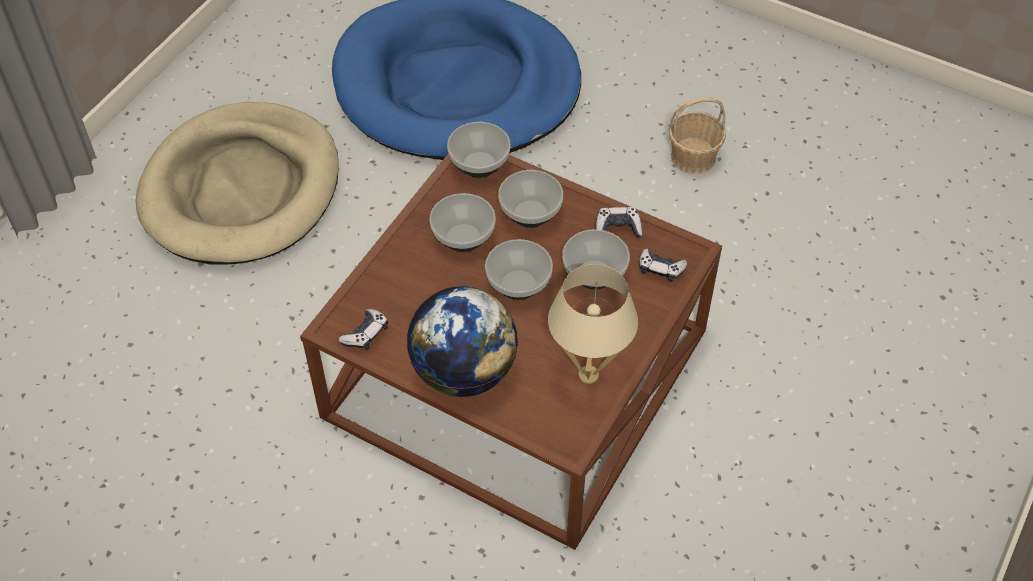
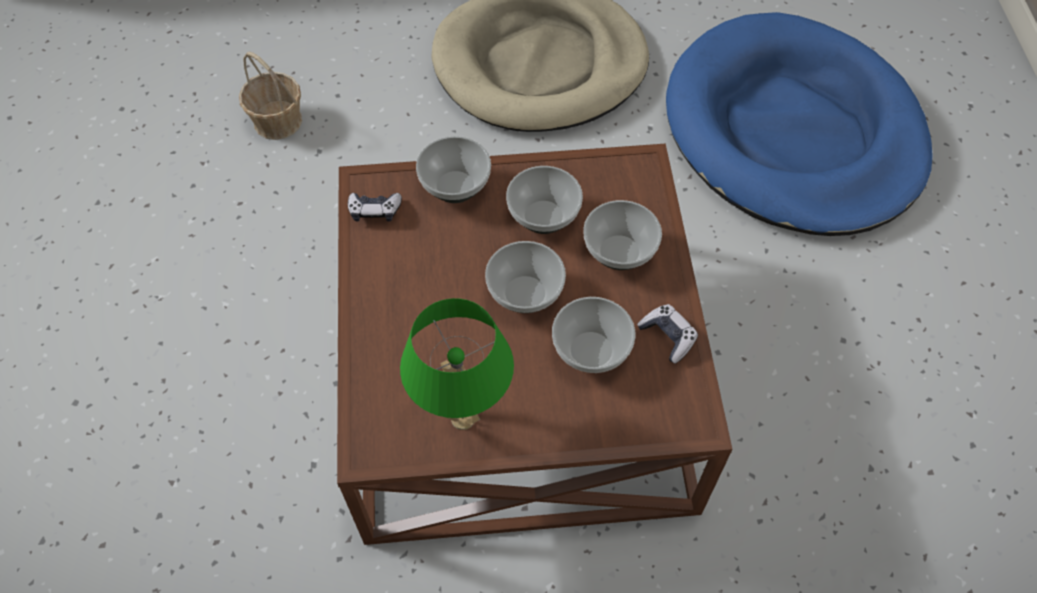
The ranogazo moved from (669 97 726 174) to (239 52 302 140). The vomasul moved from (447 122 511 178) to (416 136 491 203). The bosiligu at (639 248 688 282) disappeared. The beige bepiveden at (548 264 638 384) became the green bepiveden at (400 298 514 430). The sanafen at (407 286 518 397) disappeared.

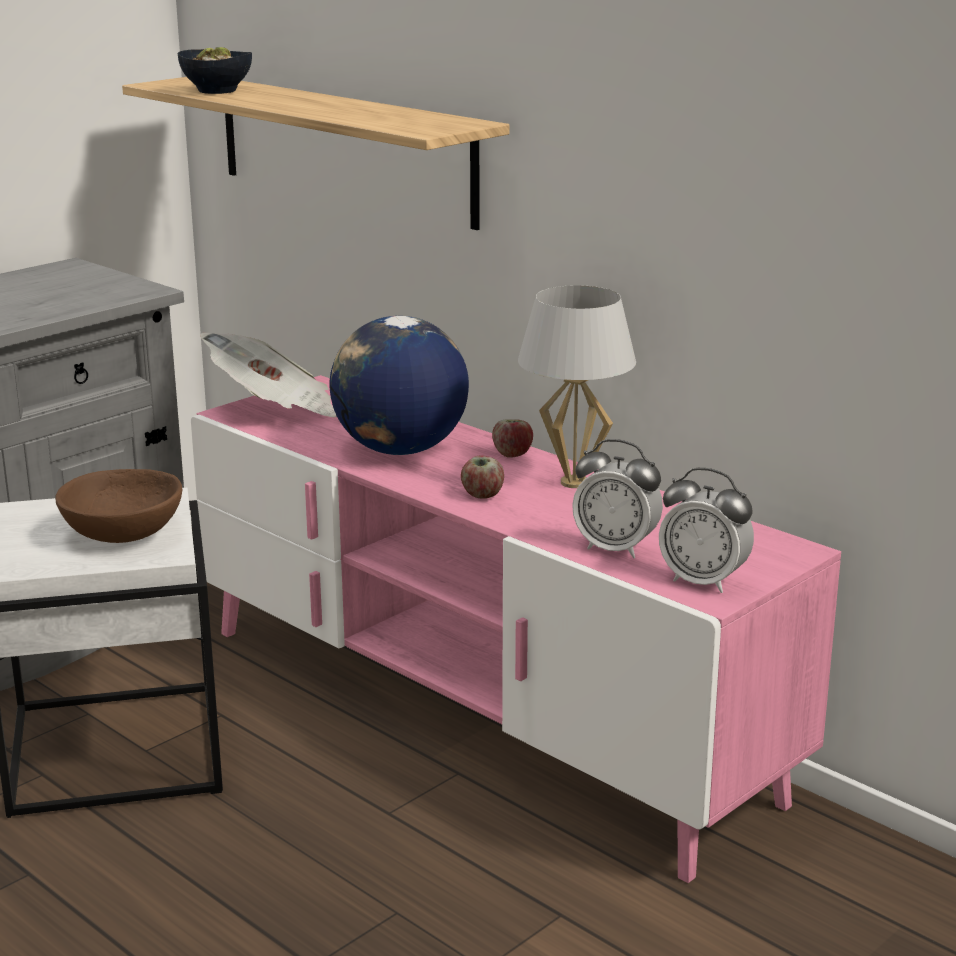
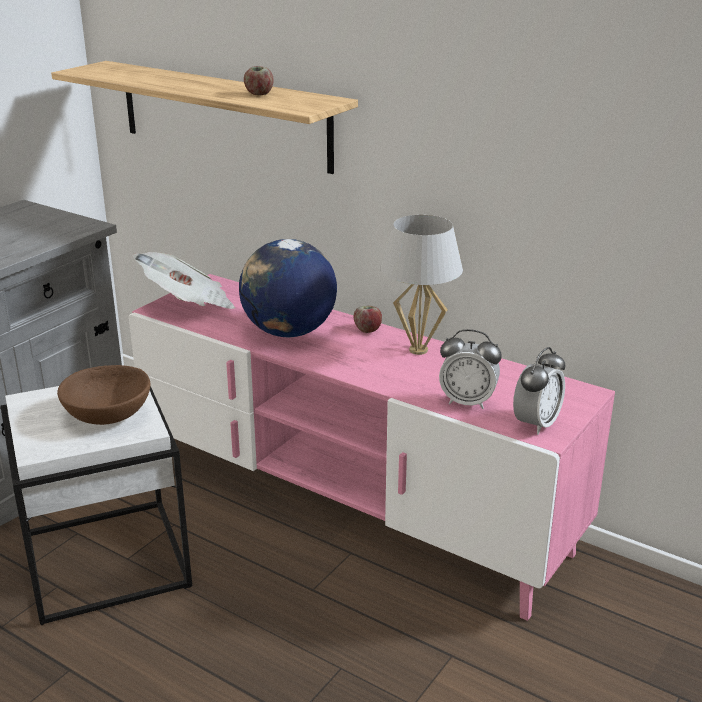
The vomasul at (178 47 252 94) disappeared. The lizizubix moved from (461 455 504 498) to (244 66 274 95). The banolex at (659 468 754 593) turned 75 degrees counterclockwise.

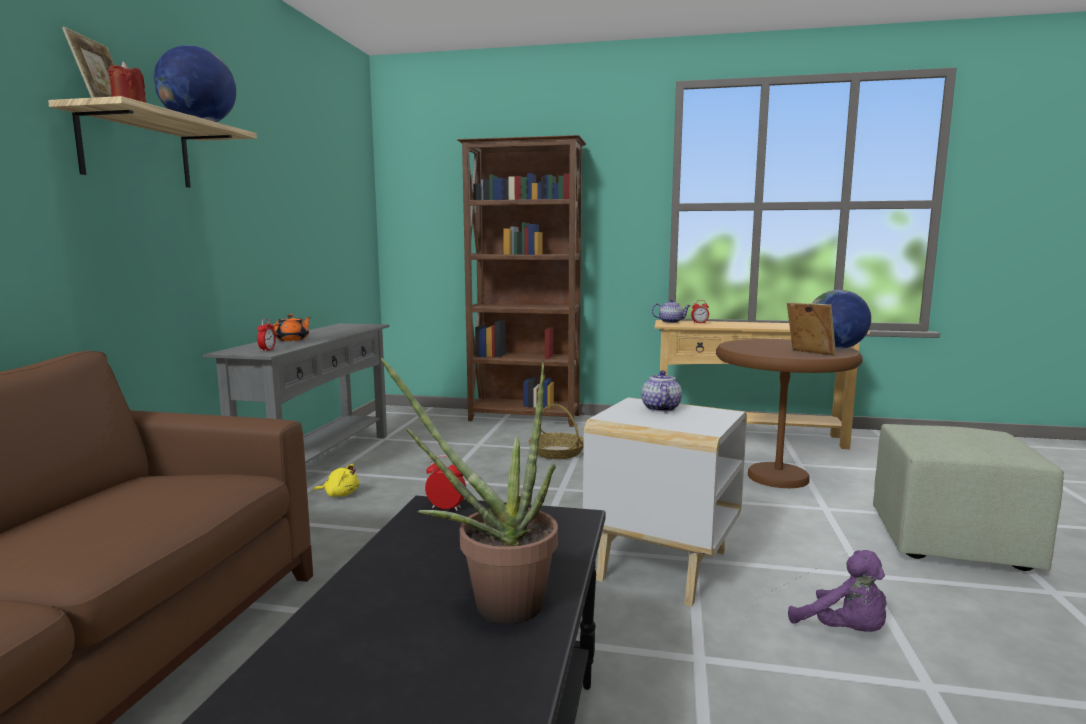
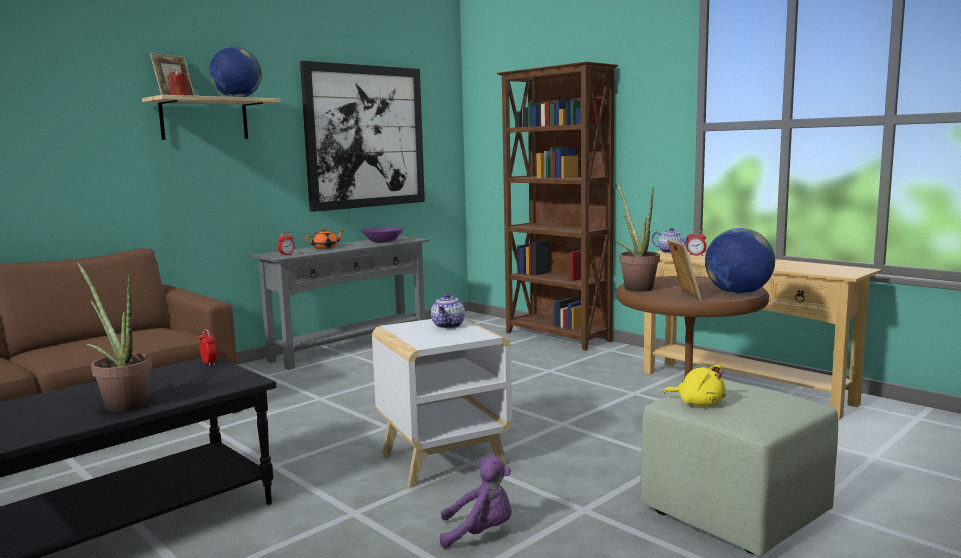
The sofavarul at (641 370 682 412) turned 150 degrees clockwise. The ranogazo at (528 404 584 459) disappeared. The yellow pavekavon moved from (313 464 359 497) to (664 364 726 406). The purple pavekavon at (788 550 886 632) turned 90 degrees counterclockwise. The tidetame at (300 61 425 212) appeared. The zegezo at (616 182 660 292) appeared. The purple vomasul at (361 227 403 243) appeared.

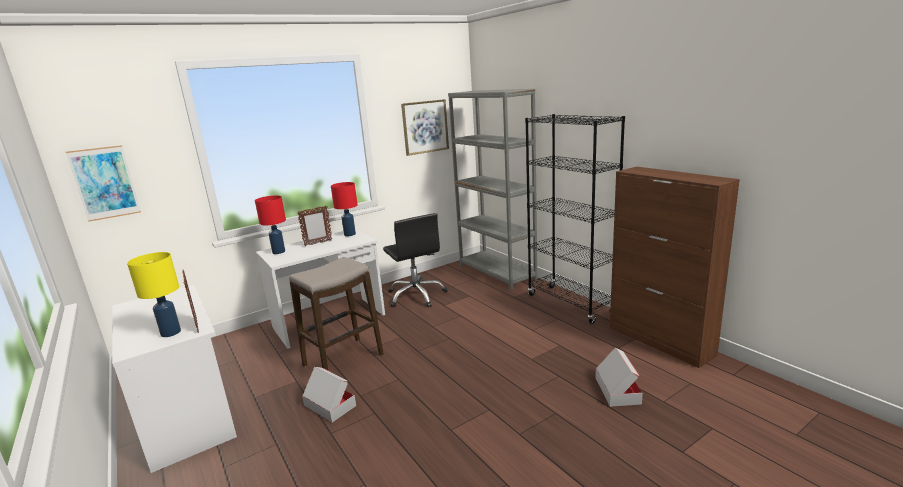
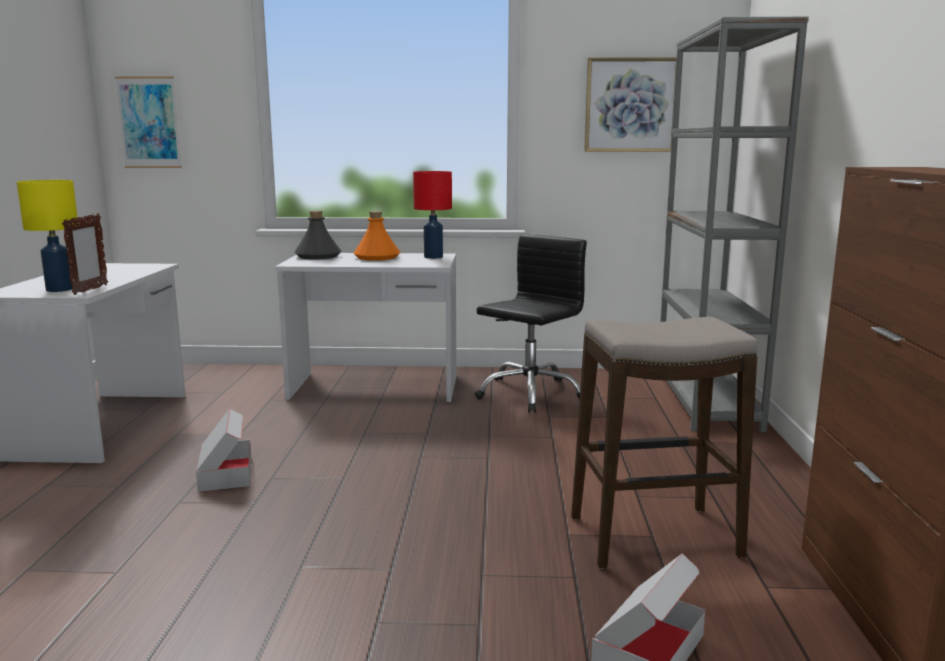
The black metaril at (525 114 625 324) disappeared. The red bepiveden at (255 195 286 254) was replaced by the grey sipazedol at (294 211 341 260). The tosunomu at (297 205 332 246) was replaced by the orange sipazedol at (353 211 400 261). The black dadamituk at (383 213 448 307) turned 150 degrees counterclockwise. The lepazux moved from (289 257 384 370) to (571 317 758 569).

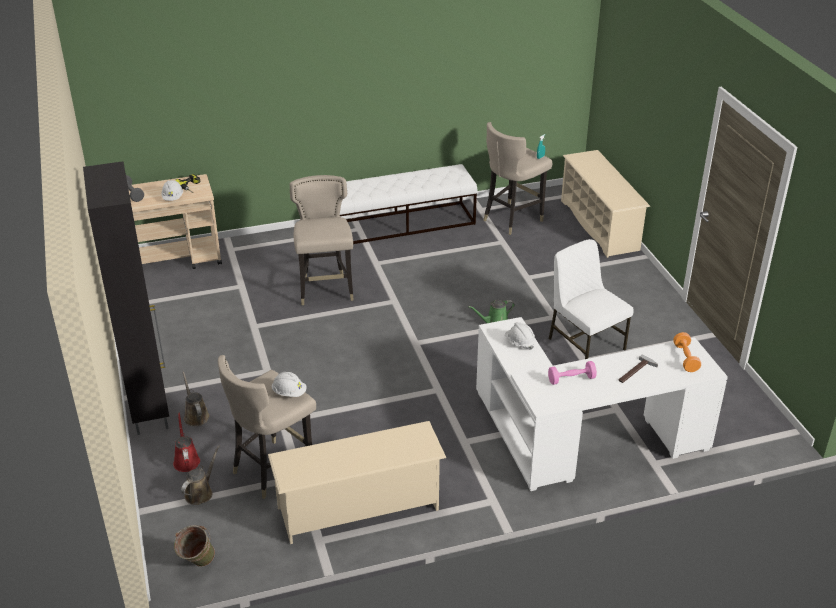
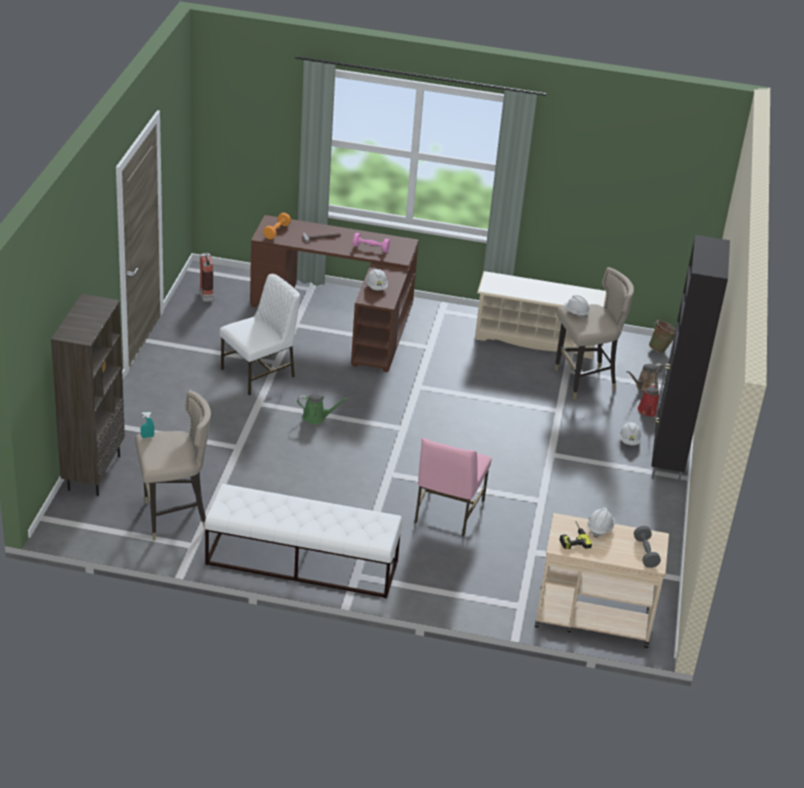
The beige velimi at (561 150 650 258) was replaced by the brown metaril at (51 294 125 496). The beige lepazux at (290 175 354 305) was replaced by the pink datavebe at (414 438 491 537). The white datavebe at (549 239 634 359) turned 120 degrees counterclockwise. The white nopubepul at (476 317 728 491) became the brown nopubepul at (250 215 419 372). The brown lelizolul at (182 372 209 426) was replaced by the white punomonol at (619 422 641 445). The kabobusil at (199 252 214 302) appeared.

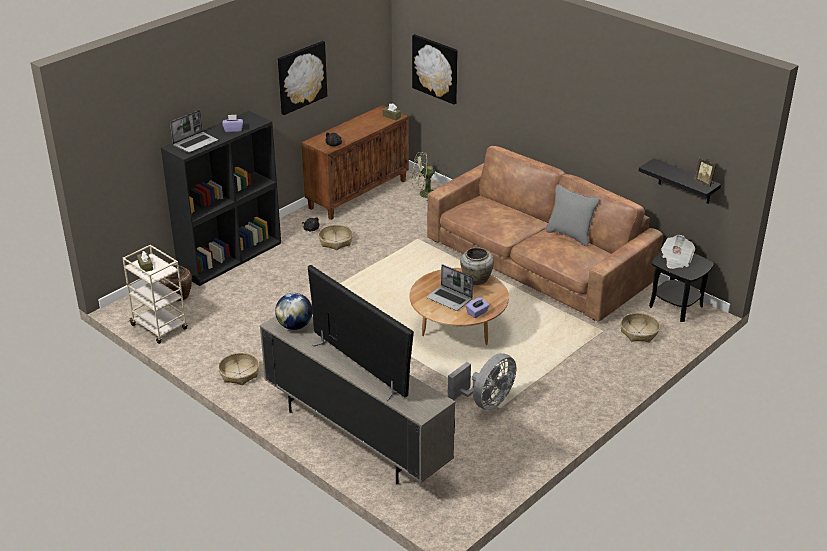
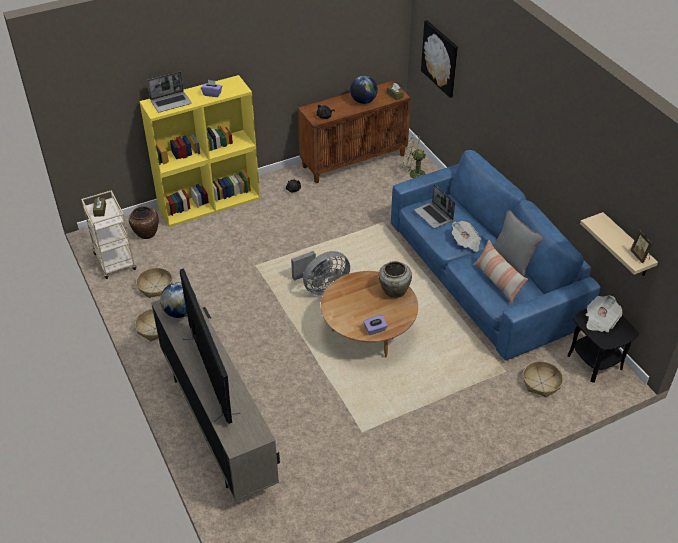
The tidetame at (278 41 327 115) disappeared. The black metaril at (161 111 281 286) became the yellow metaril at (139 75 260 227). The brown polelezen at (427 146 663 322) became the blue polelezen at (391 150 600 361). The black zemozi at (639 158 721 204) became the beige zemozi at (580 212 658 276). The ranogazo moved from (318 225 353 250) to (136 268 172 298). The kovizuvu moved from (426 264 473 311) to (414 184 455 229). The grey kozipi moved from (448 353 516 410) to (291 251 350 295). The sanafen at (350 76 378 104) appeared. The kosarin at (452 221 481 252) appeared. The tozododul at (473 240 528 304) appeared.

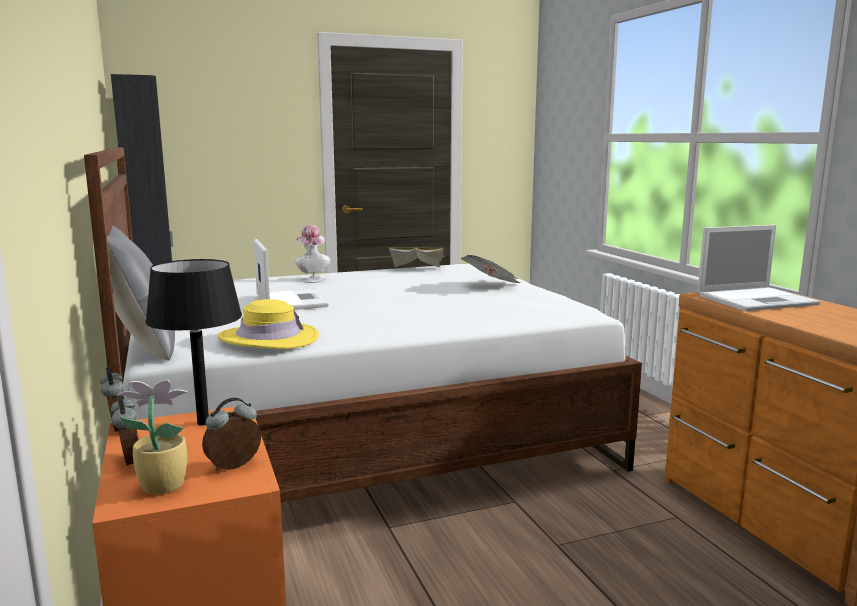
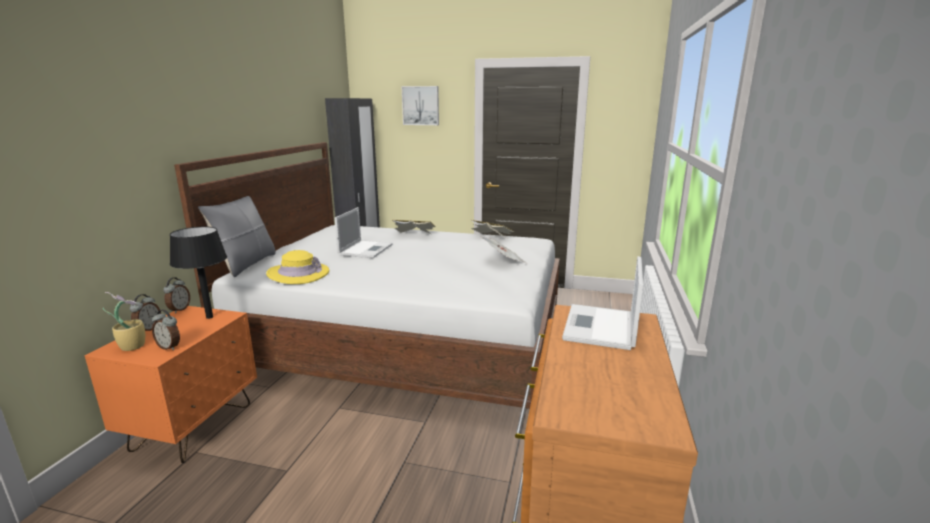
The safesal at (295 225 330 283) was replaced by the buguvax at (393 220 436 234). The kovizuvu at (698 225 820 311) turned 90 degrees clockwise. The banolex at (202 398 261 471) turned 150 degrees counterclockwise. The tidetame at (402 86 439 125) appeared.

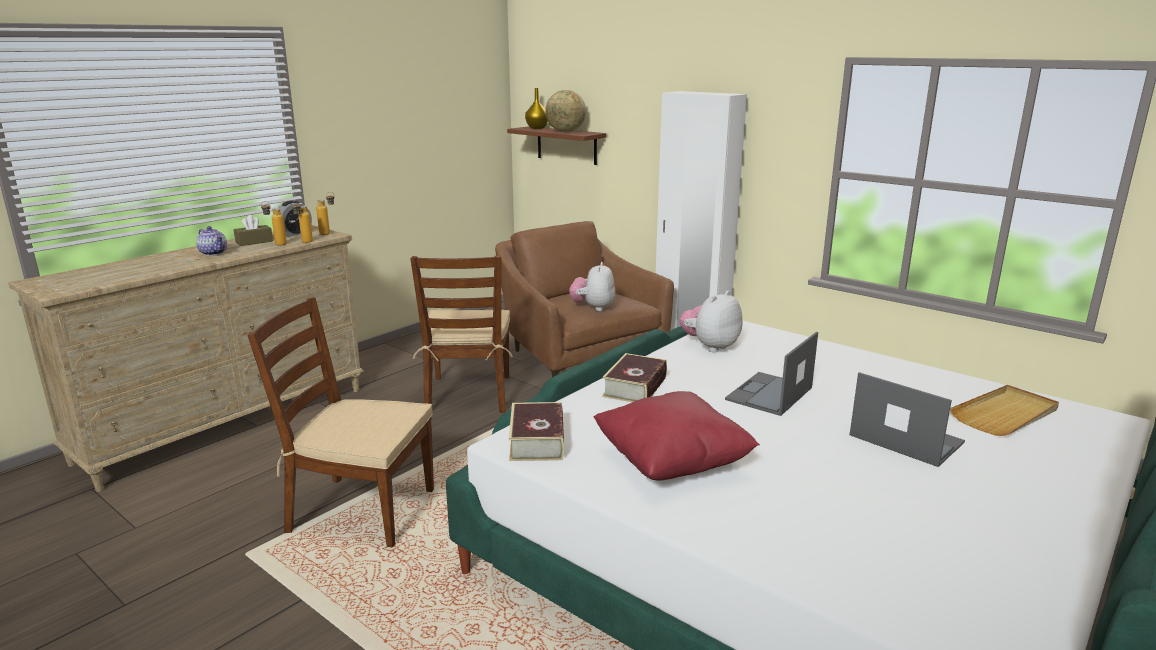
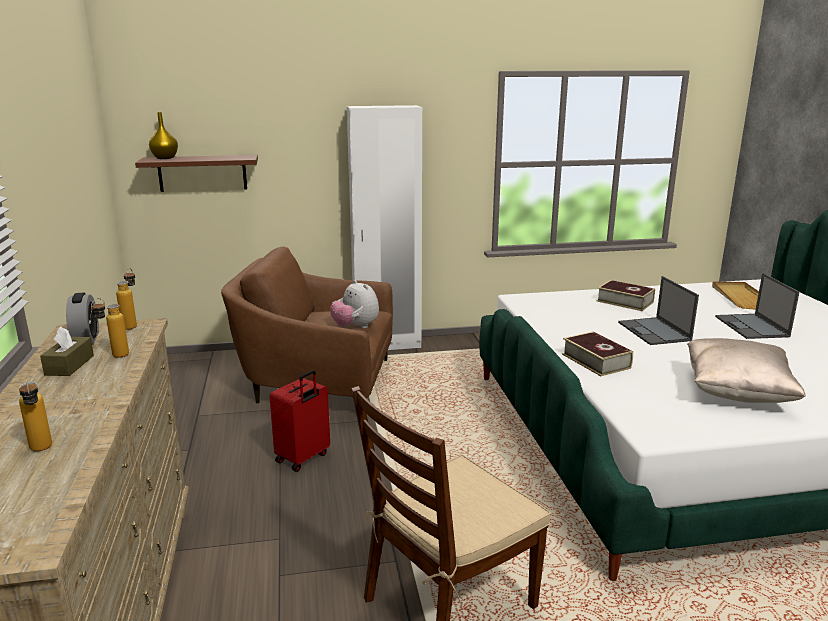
The sanafen at (545 90 586 132) disappeared. The sipazedol moved from (292 200 313 243) to (19 378 52 451). The sofavarul at (196 226 227 256) disappeared. The brown datavebe at (410 255 513 413) was replaced by the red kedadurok at (270 370 330 472). The pavekavon at (680 290 742 352) disappeared. The kovizuvu at (849 372 965 467) turned 90 degrees counterclockwise. The red tozododul at (593 391 760 481) became the beige tozododul at (687 338 806 403). The buguvax moved from (509 402 564 461) to (597 280 655 311).

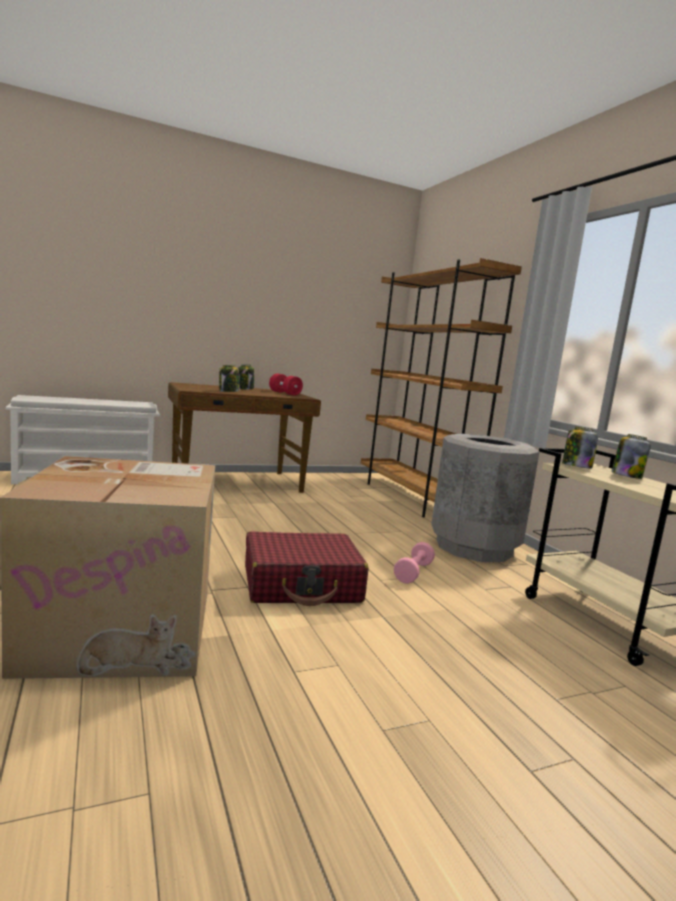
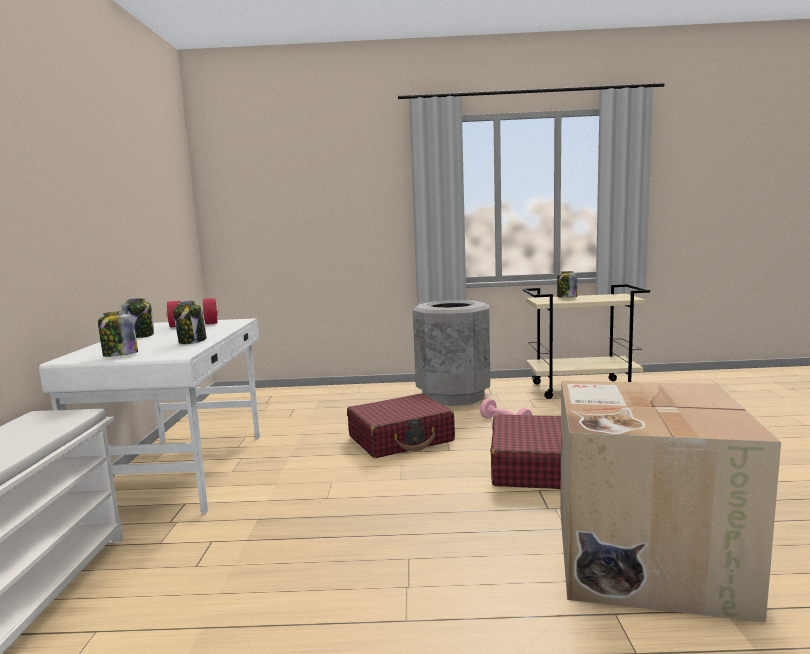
The brown metaril at (361 258 522 517) disappeared. The brown nopubepul at (168 382 321 493) became the white nopubepul at (39 318 260 515). The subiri moved from (562 426 598 469) to (98 311 138 357). The red kedadurok at (347 394 455 458) appeared.

